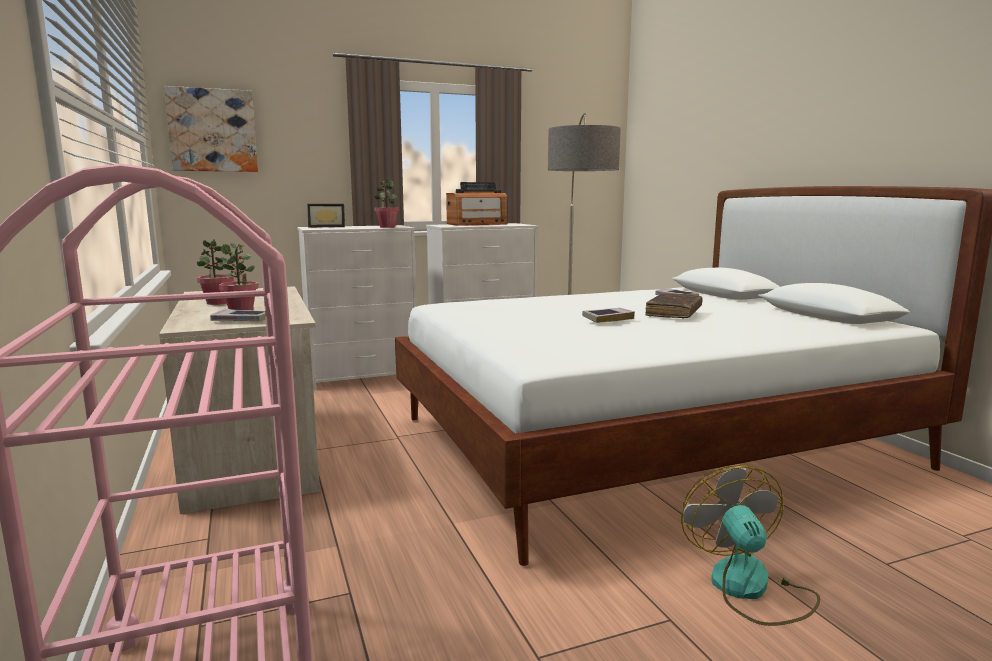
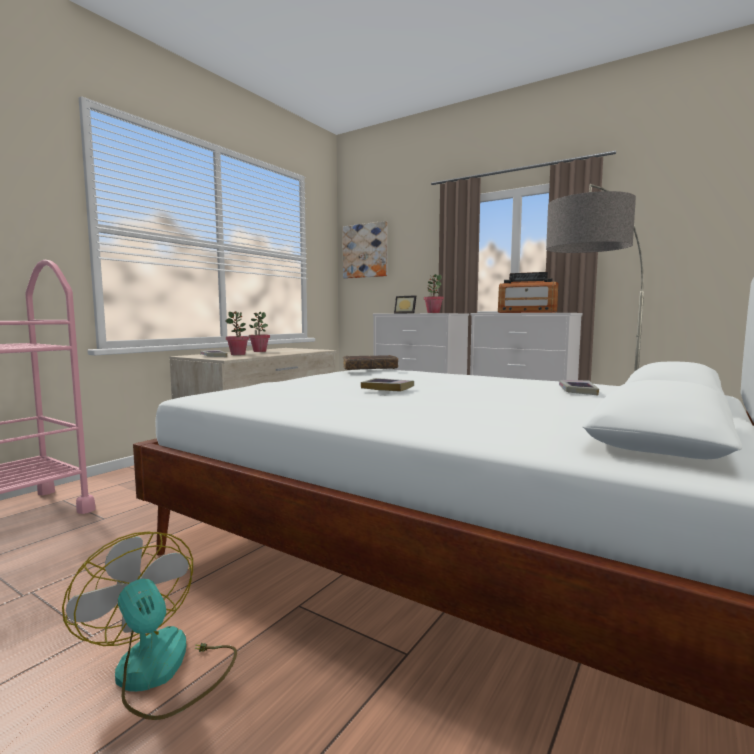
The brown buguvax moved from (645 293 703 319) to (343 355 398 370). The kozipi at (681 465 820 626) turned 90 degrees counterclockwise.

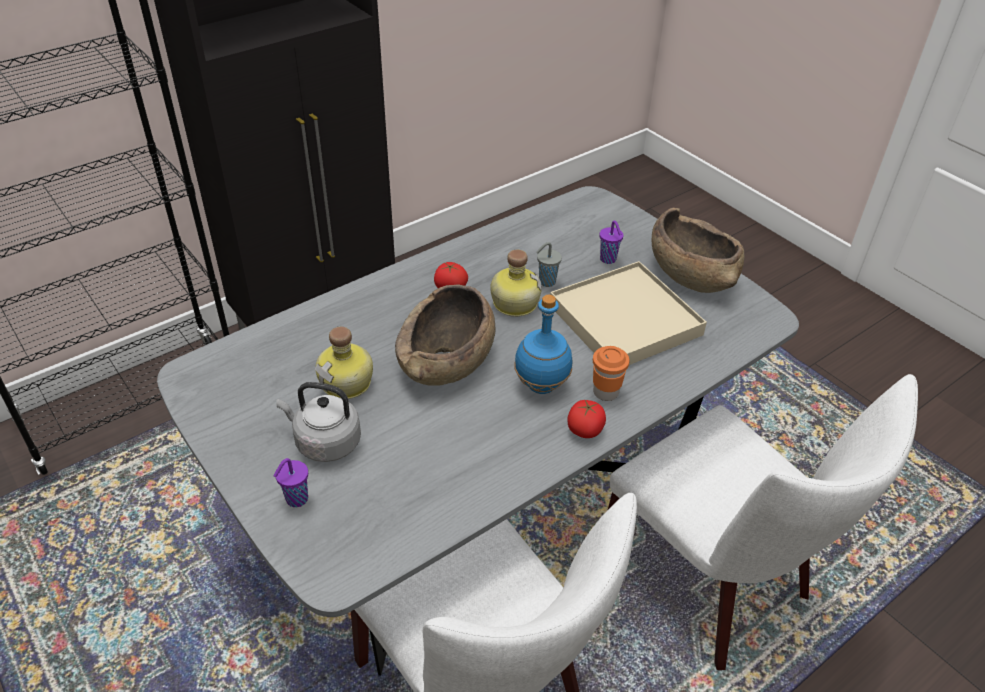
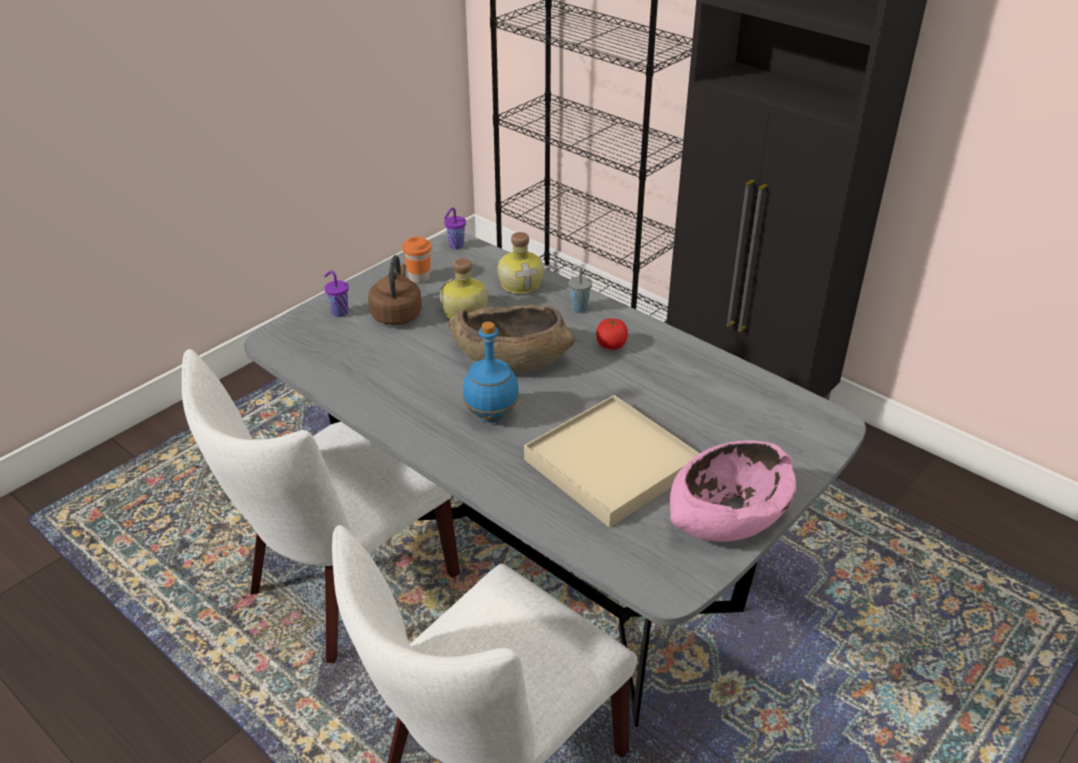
The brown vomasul at (652 208 745 293) became the pink vomasul at (670 440 796 542). The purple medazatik moved from (599 221 624 264) to (444 208 466 250). The grey medazatik moved from (536 242 562 287) to (569 265 592 313). The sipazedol moved from (491 250 542 317) to (497 232 544 294). The orange medazatik moved from (593 346 630 401) to (402 236 432 284). The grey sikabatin at (276 382 361 462) became the brown sikabatin at (368 255 422 325). The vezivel at (567 400 606 438) disappeared.

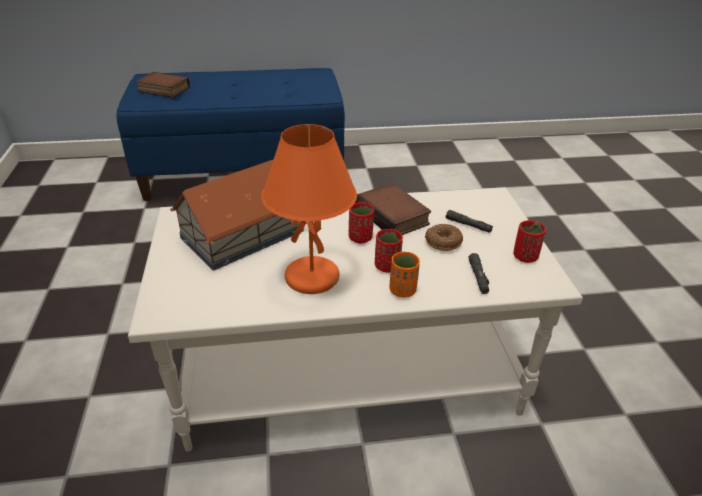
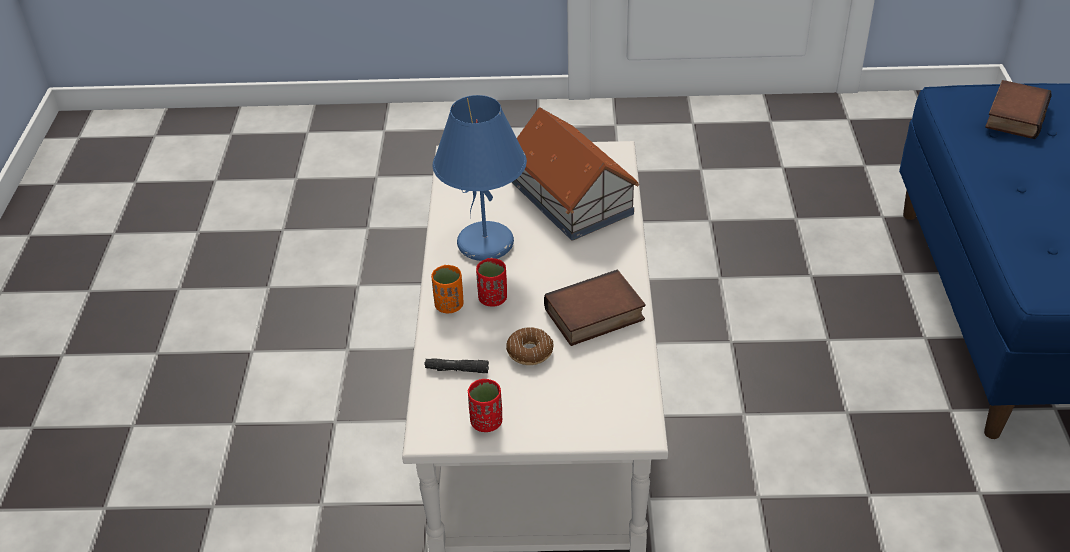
The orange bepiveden at (261 124 357 294) became the blue bepiveden at (433 95 527 261). The red medazatik at (349 202 374 243) disappeared. The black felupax at (446 210 493 233) disappeared.

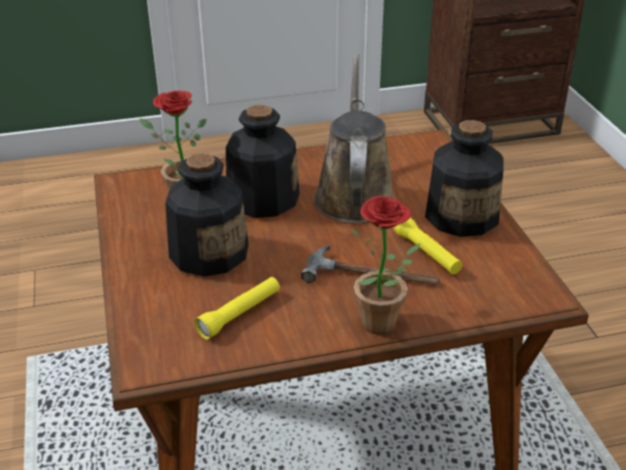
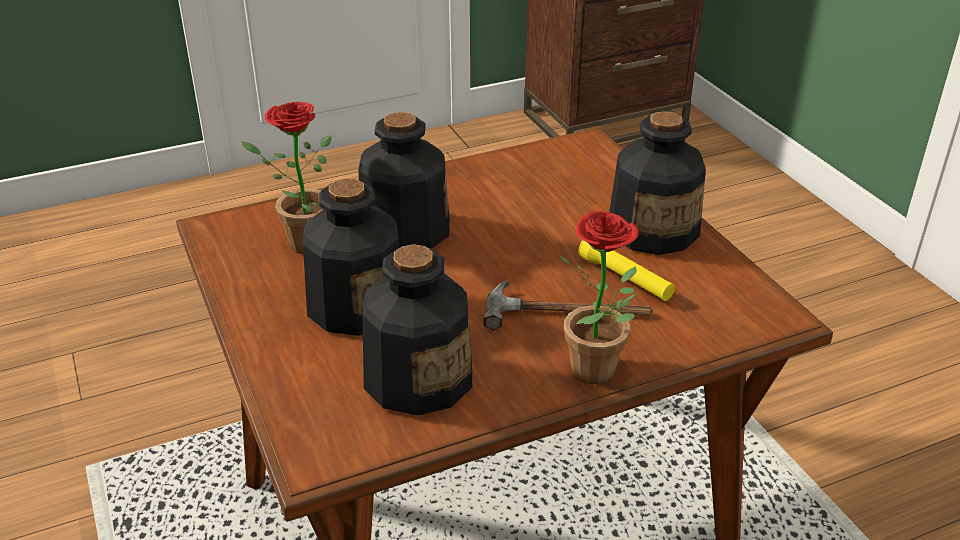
The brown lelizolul at (313 54 395 223) disappeared. The yellow felupax at (194 277 280 339) was replaced by the sipazedol at (362 244 472 416).

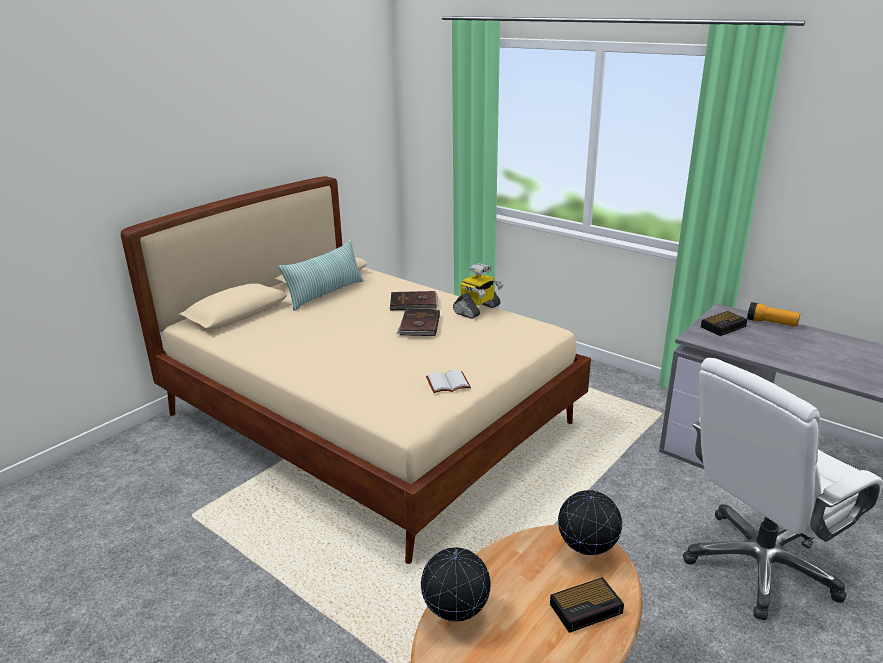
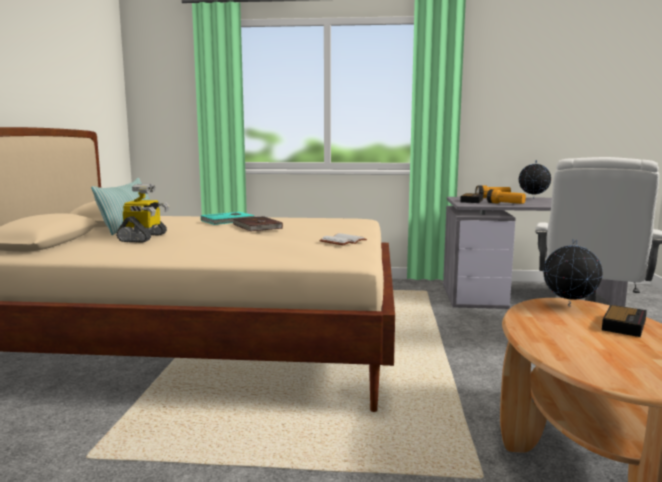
The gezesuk moved from (453 263 504 319) to (116 183 169 243). The brown buguvax at (390 291 438 311) became the turquoise buguvax at (201 212 254 225). The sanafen moved from (421 547 491 622) to (519 160 551 199). The felupax at (487 189 526 204) appeared.

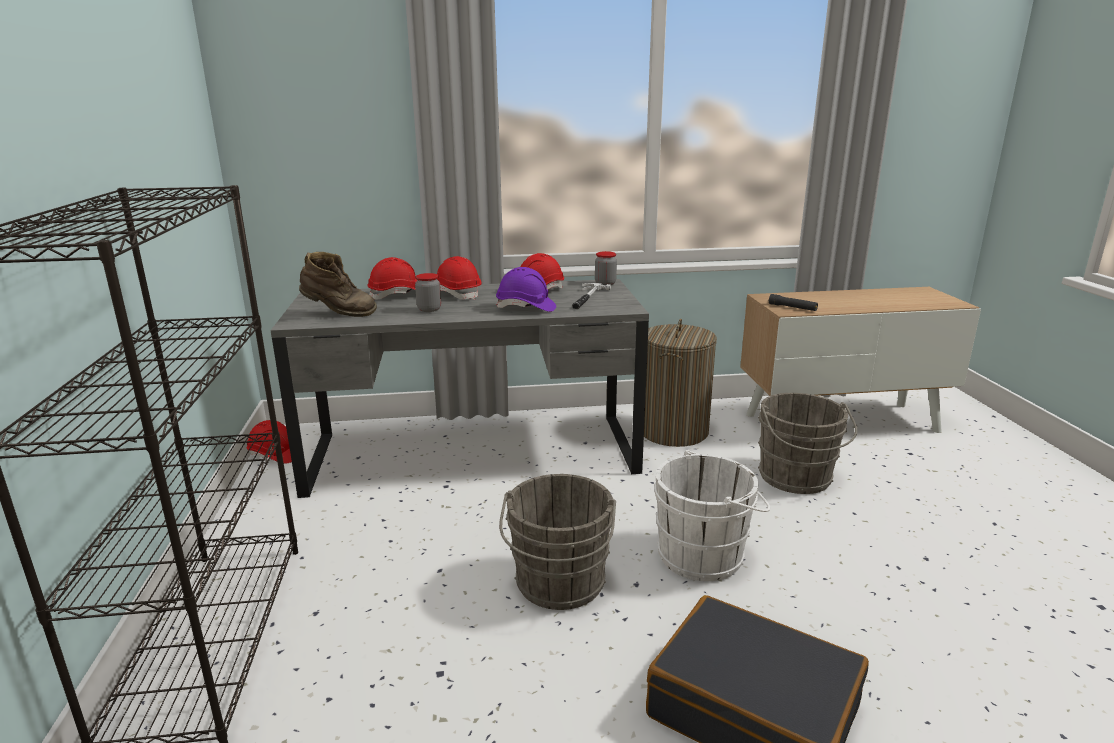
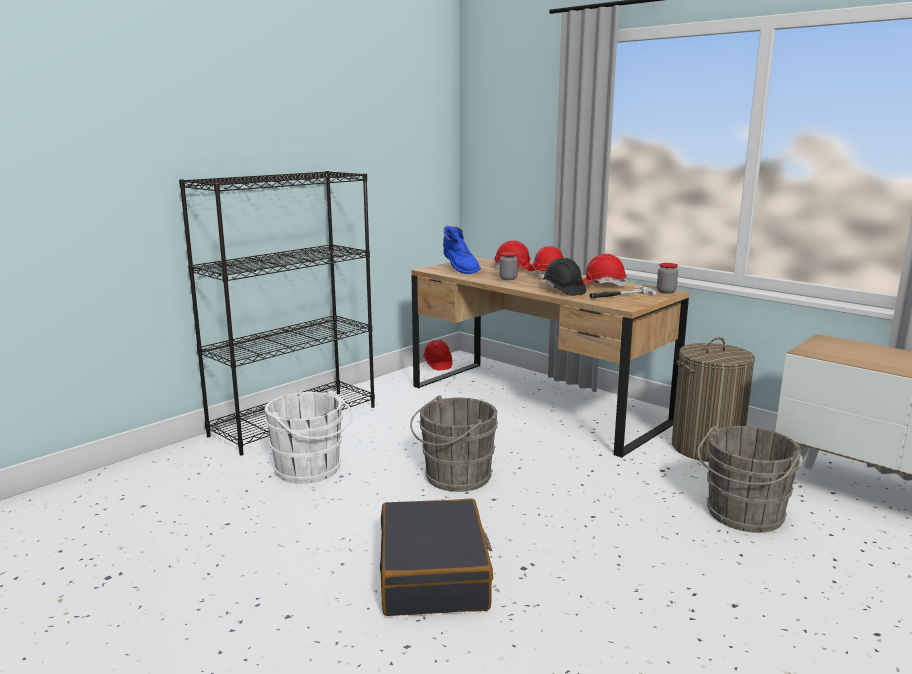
The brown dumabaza at (299 252 377 317) became the blue dumabaza at (443 225 481 274). The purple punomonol at (496 267 556 312) became the black punomonol at (543 258 586 296). The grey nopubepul at (270 279 649 498) became the brown nopubepul at (411 257 689 458). The black felupax at (769 294 818 311) disappeared. The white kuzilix moved from (654 450 770 581) to (265 390 353 484).

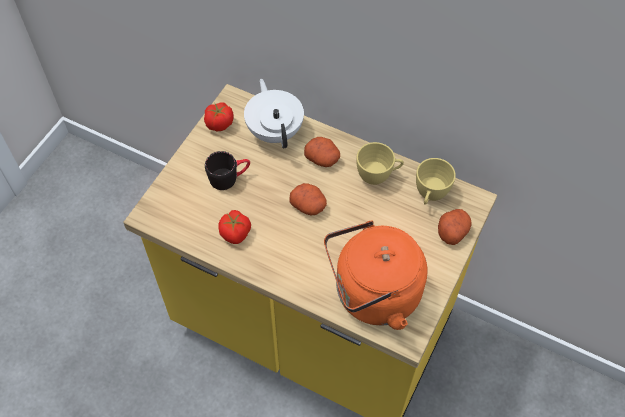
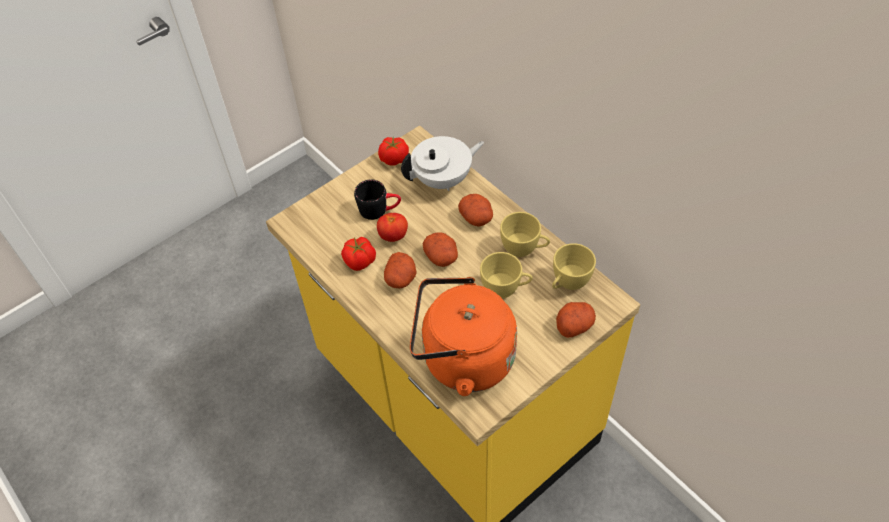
The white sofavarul at (244 79 304 149) turned 60 degrees clockwise. The vezivel at (377 213 408 242) appeared. The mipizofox at (384 252 417 288) appeared. The yellow medazatik at (480 252 533 298) appeared.

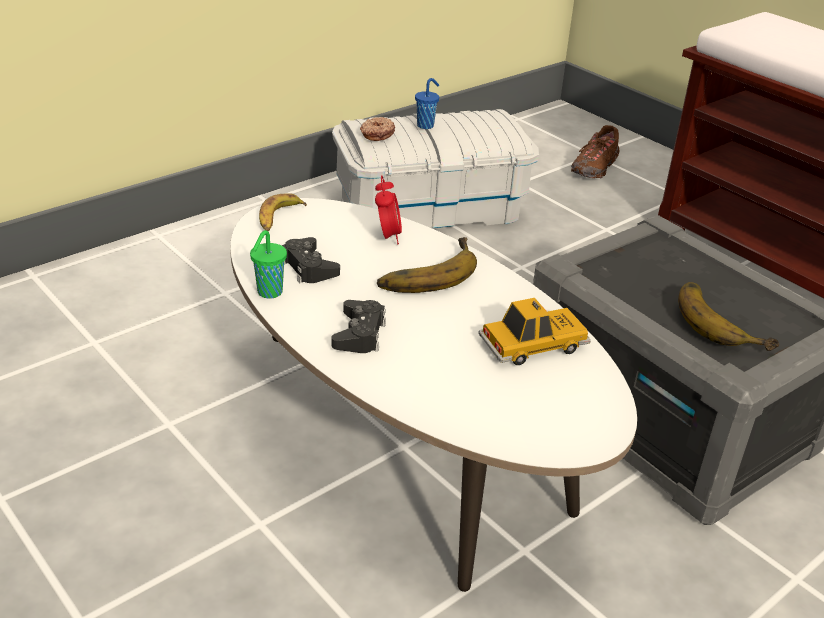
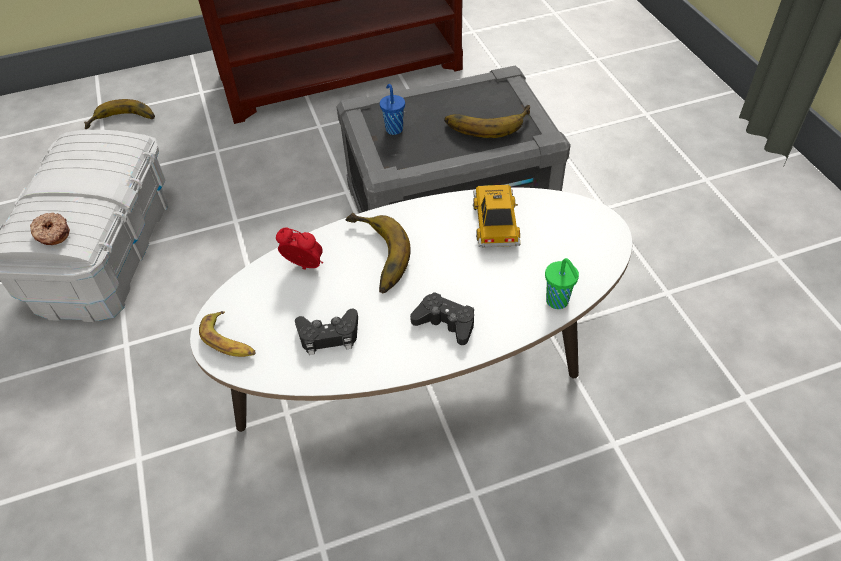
The blue medazatik moved from (415 78 439 129) to (380 84 405 135). The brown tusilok at (571 125 619 178) was replaced by the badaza at (84 99 155 130). The green medazatik moved from (250 230 287 299) to (545 258 579 309).

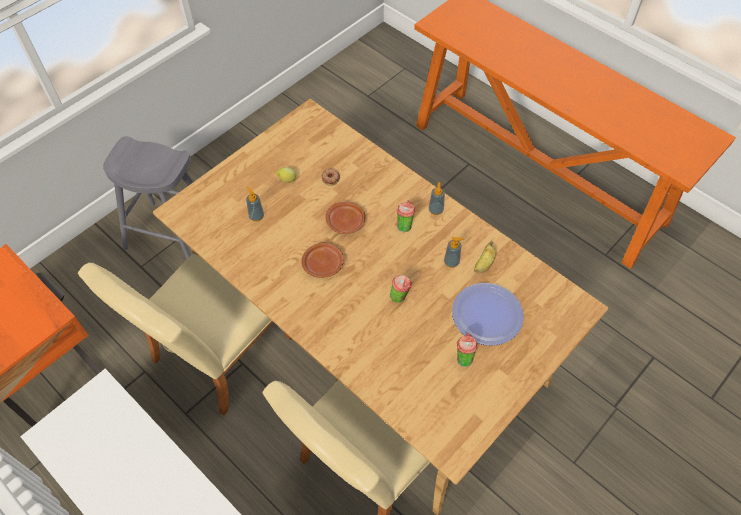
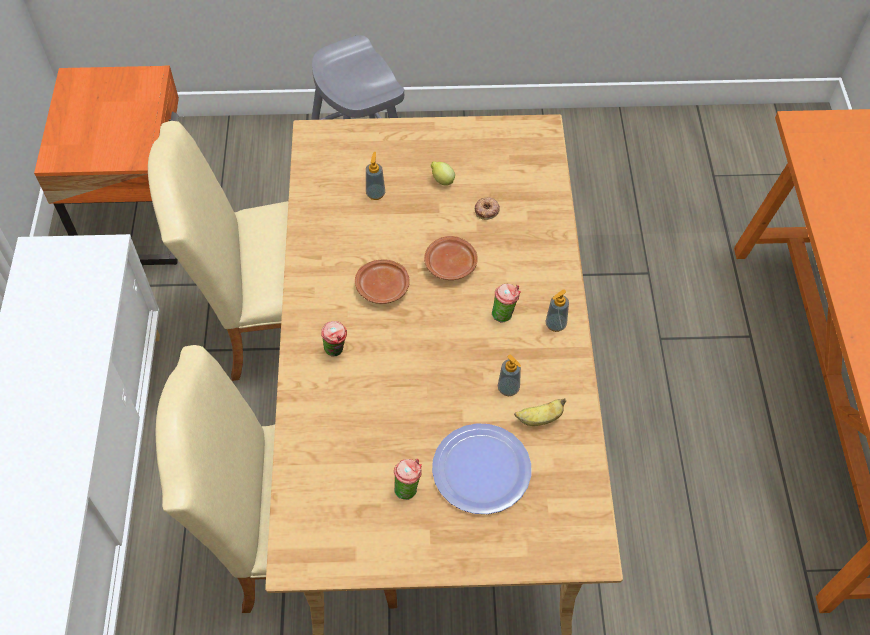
The medazatik moved from (390 275 412 303) to (321 321 347 357).

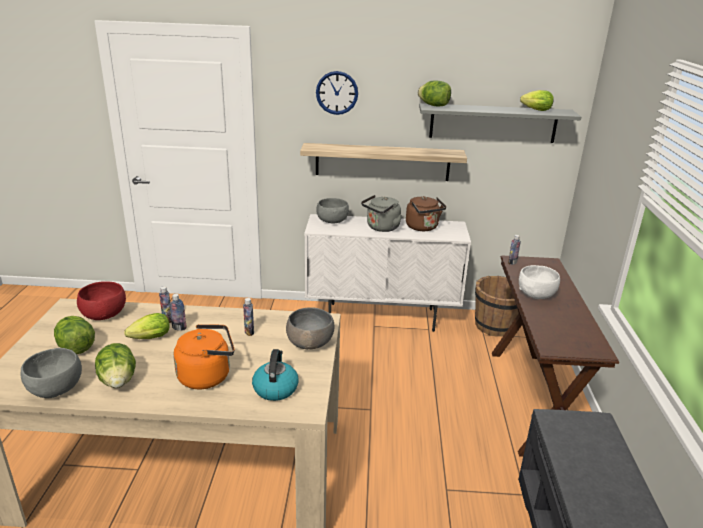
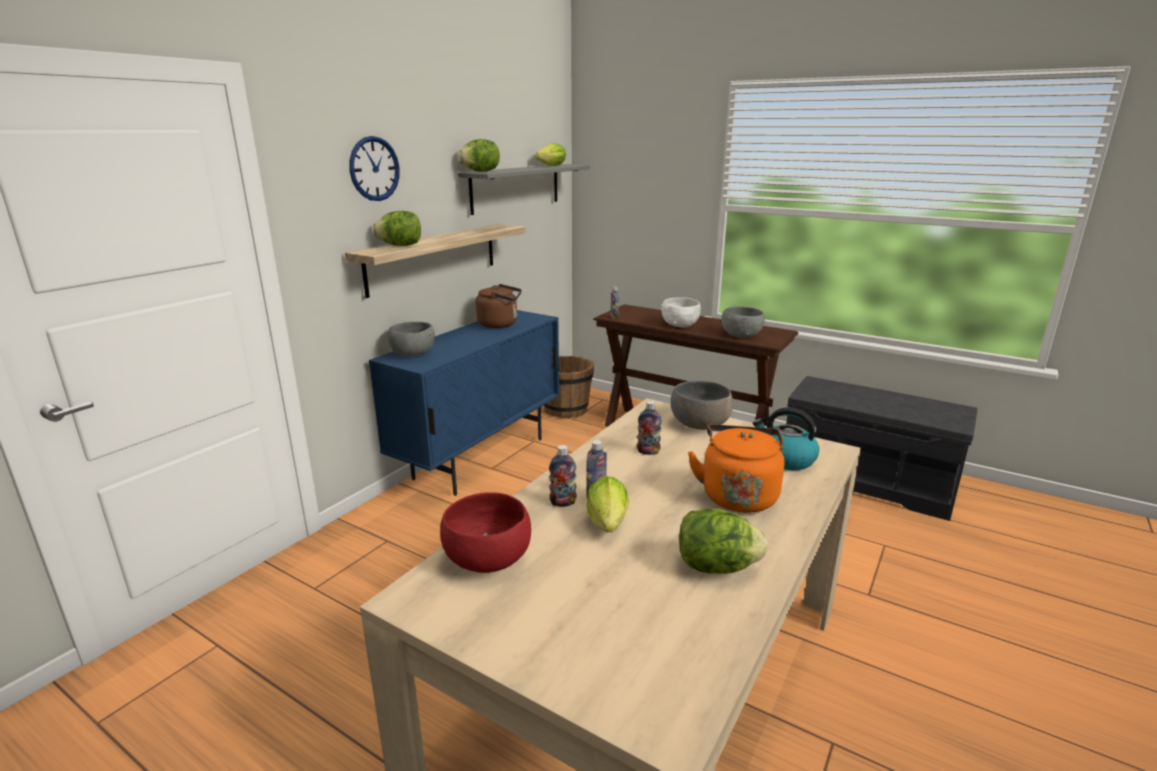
The grey sikabatin at (361 195 402 232) disappeared. The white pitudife at (304 214 471 332) became the blue pitudife at (369 310 559 496). The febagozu moved from (54 316 95 354) to (372 211 421 246). The grey vomasul moved from (21 348 82 398) to (721 306 765 338).

